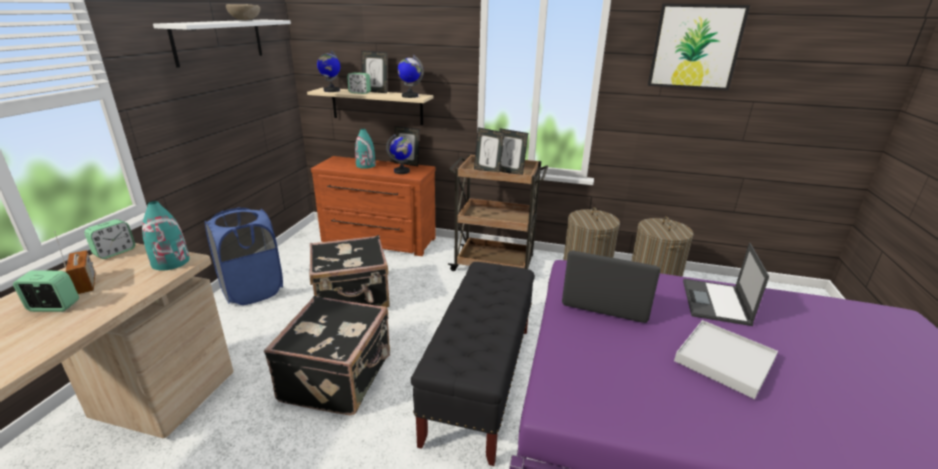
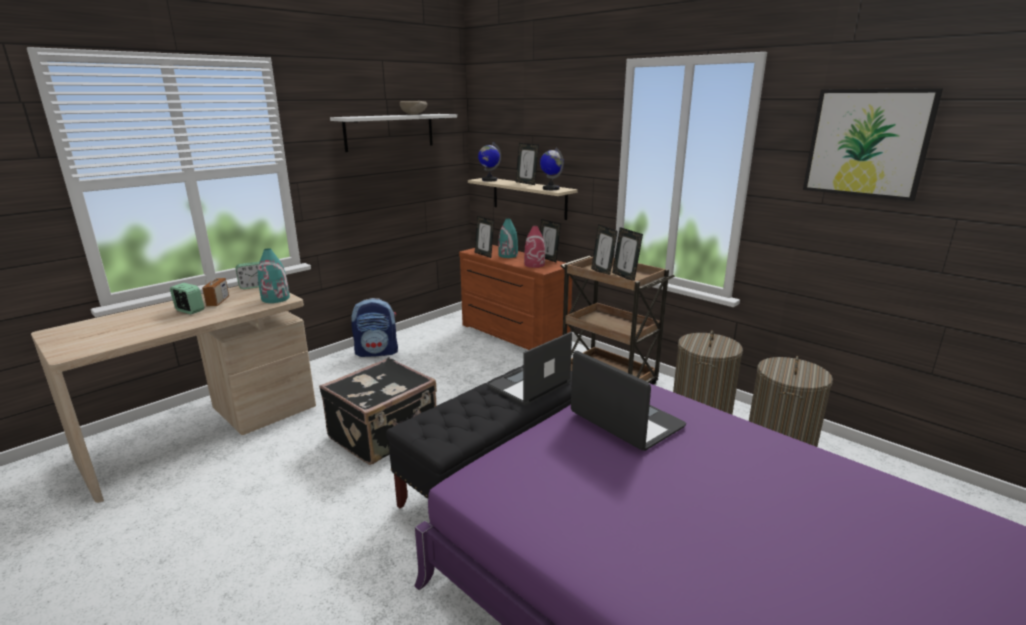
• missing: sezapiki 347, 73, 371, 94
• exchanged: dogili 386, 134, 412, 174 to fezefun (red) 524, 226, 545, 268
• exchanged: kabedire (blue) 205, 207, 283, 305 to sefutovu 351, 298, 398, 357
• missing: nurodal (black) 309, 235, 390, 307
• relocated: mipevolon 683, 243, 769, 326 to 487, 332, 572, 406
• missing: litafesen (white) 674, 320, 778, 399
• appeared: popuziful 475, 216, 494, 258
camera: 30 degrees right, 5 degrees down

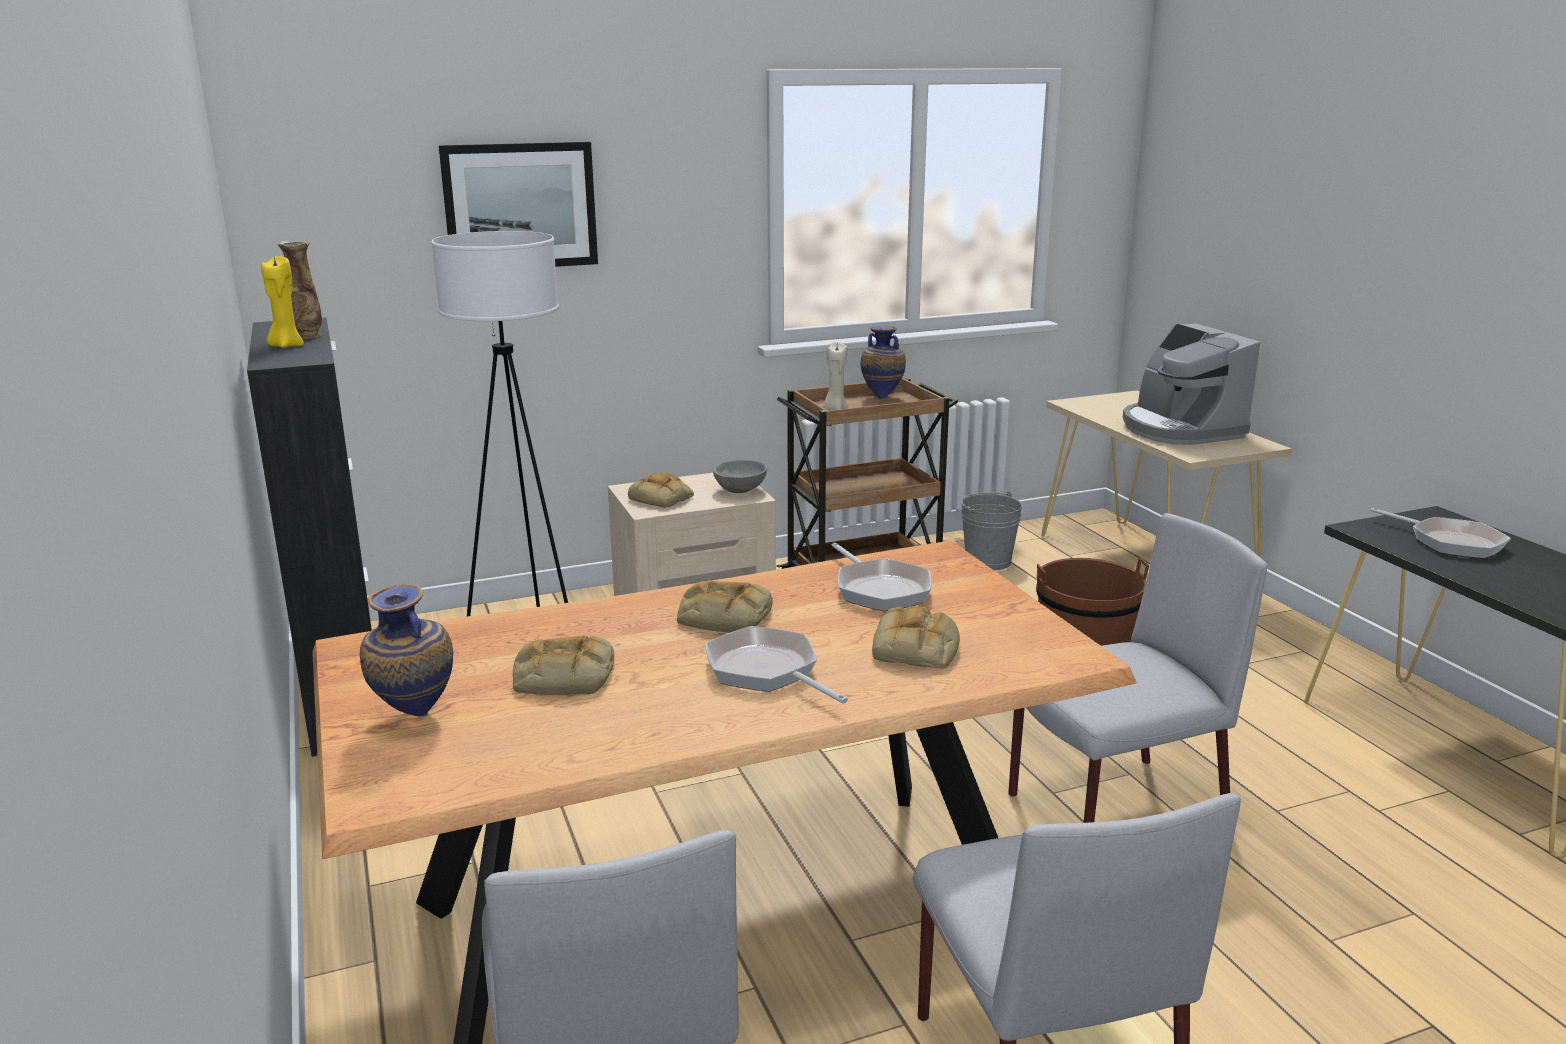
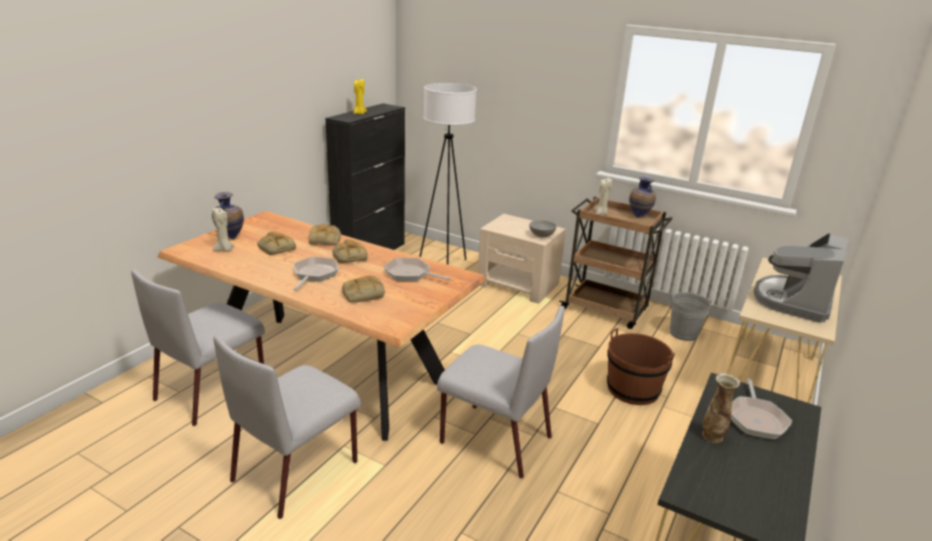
• missing: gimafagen 439, 142, 598, 267
• relocated: fezefun 277, 240, 322, 339 to 702, 373, 740, 443
• relocated: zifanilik 628, 472, 694, 508 to 309, 224, 341, 245
• spun: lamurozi 832, 543, 932, 611 = 383, 258, 451, 281 90 degrees clockwise
• appeared: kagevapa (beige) 212, 208, 234, 252
camera: 50 degrees right, 5 degrees up

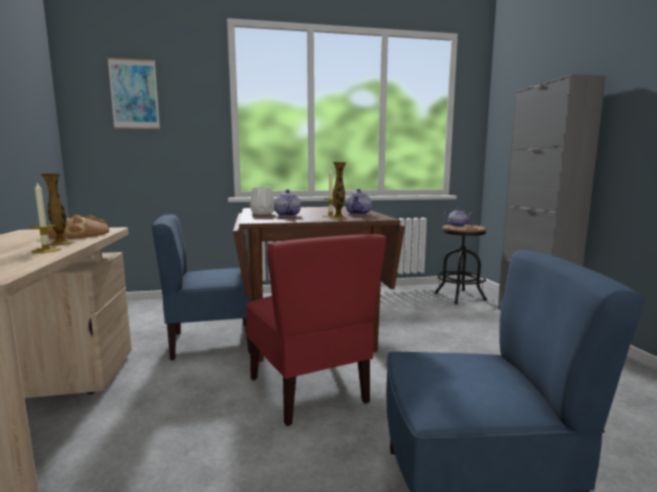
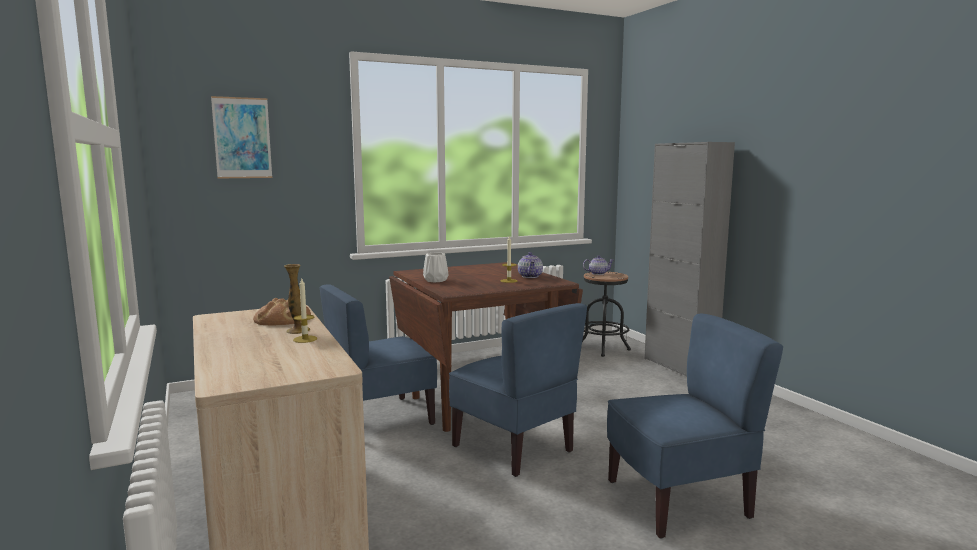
• missing: fezefun 329, 162, 348, 220
• missing: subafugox 274, 190, 301, 216
• colour: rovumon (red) 246, 234, 386, 426 to rovumon (blue) 449, 303, 587, 477
camera: 15 degrees left, 0 degrees up

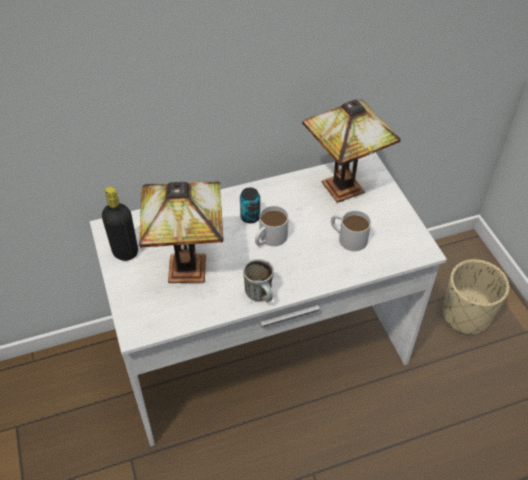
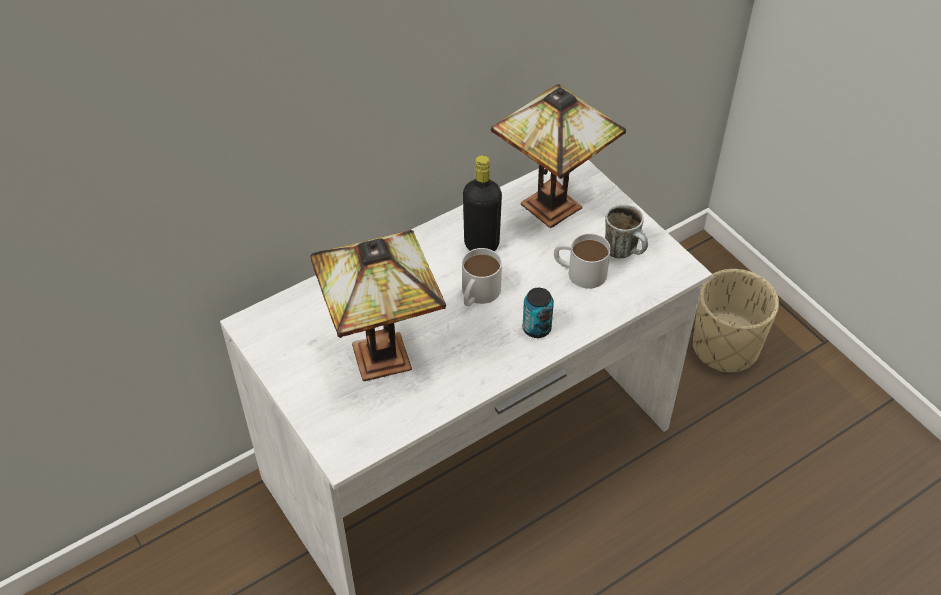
• relocated: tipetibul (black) 102, 186, 138, 261 to 463, 155, 502, 251
• relocated: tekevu 240, 188, 260, 223 to 523, 288, 554, 338
• relocated: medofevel 243, 259, 274, 302 to 605, 204, 648, 258
camera: 15 degrees left, 0 degrees up

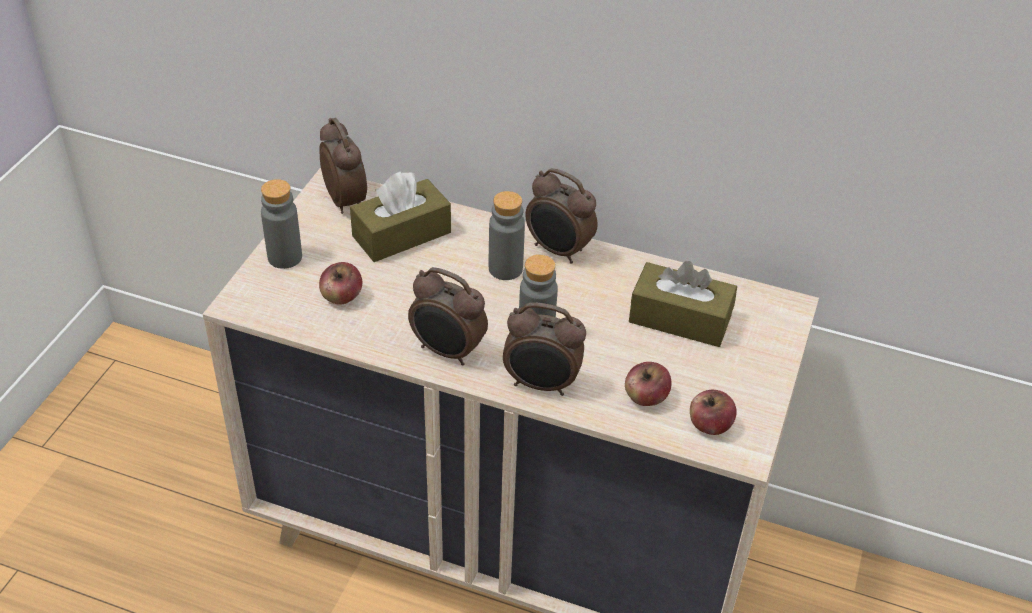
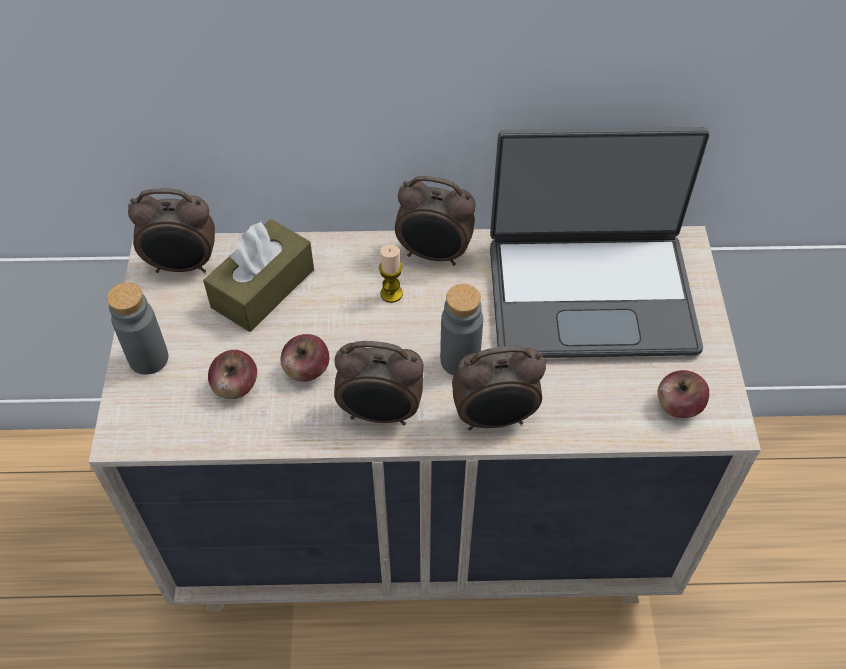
• spun: sezapiki 319, 118, 367, 214 = 128, 188, 215, 273 135 degrees clockwise
• exchanged: tipetibul (grey) 489, 191, 525, 280 to kagevapa 379, 245, 403, 303
• exchanged: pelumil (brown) 629, 261, 737, 347 to mipevolon 490, 127, 709, 358
• relocated: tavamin 625, 362, 671, 406 to 281, 334, 329, 382
camera: 20 degrees left, 10 degrees up

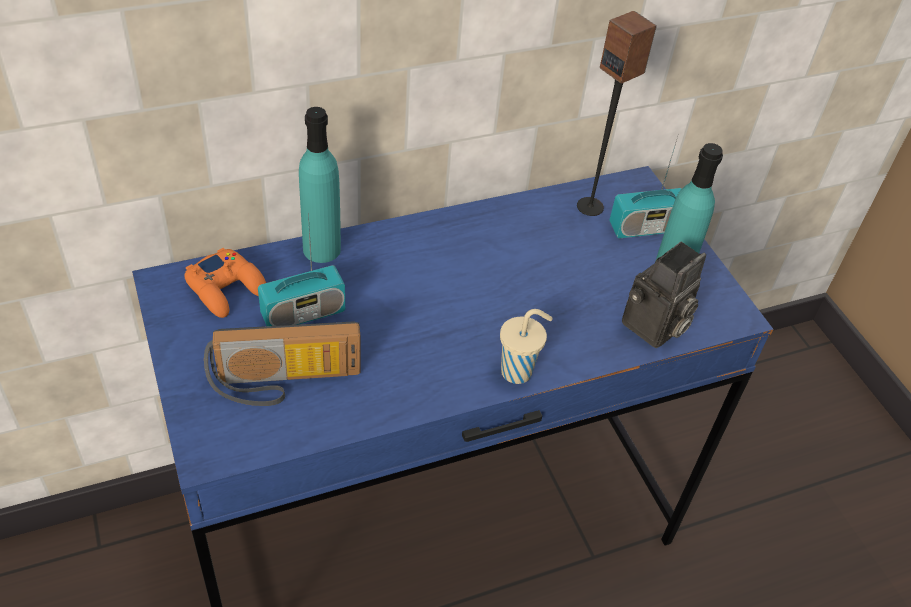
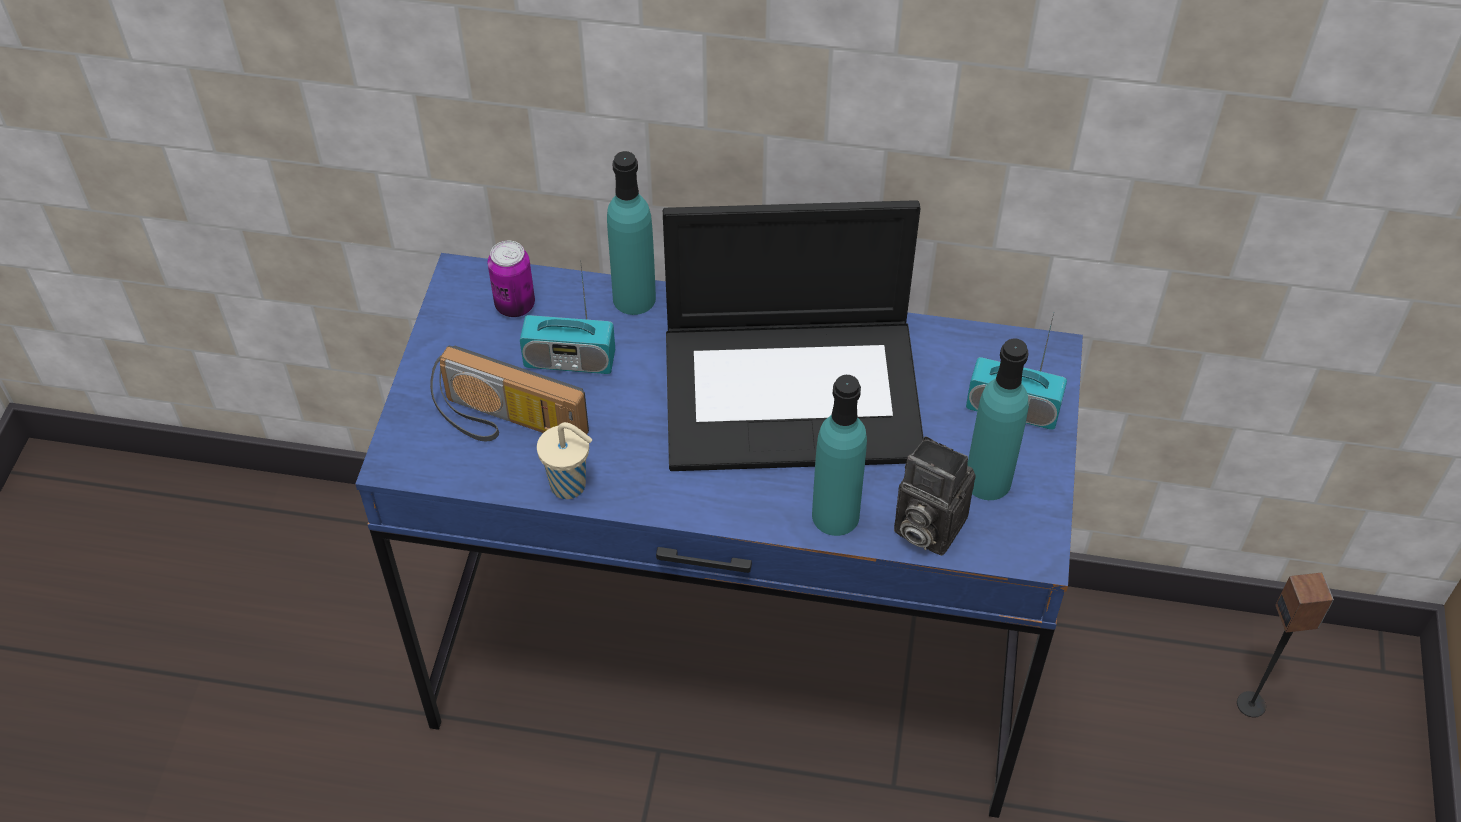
• relocated: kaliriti 577, 11, 657, 216 to 1237, 573, 1334, 718
• spun: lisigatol 622, 241, 706, 348 = 894, 436, 975, 556 45 degrees clockwise
• exchanged: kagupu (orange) 184, 248, 266, 318 to tekevu 488, 241, 535, 317
• relocated: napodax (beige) 500, 309, 553, 384 to 537, 422, 592, 499
• appeared: mipevolon 663, 200, 924, 471
• appeared: tipetibul (turquoise) 812, 375, 867, 536
camera: 35 degrees right, 5 degrees up

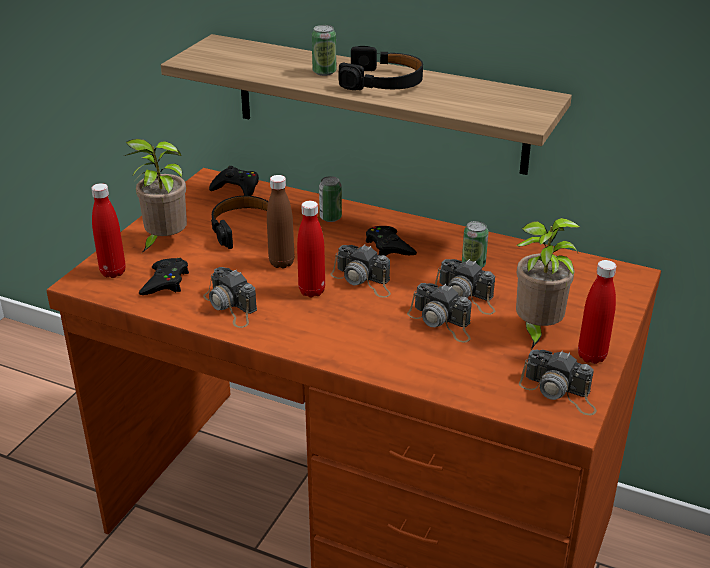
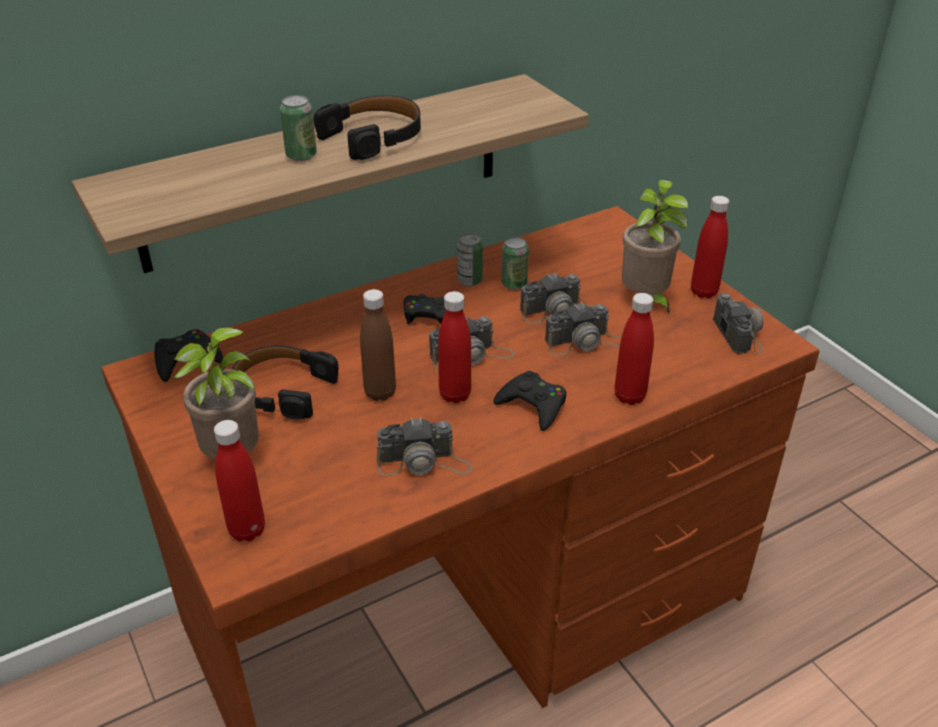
• relocated: tekevu 319, 176, 342, 222 to 457, 233, 483, 286
• relocated: kagupu (black) 139, 258, 189, 295 to 494, 371, 566, 431
• spun: lisigatol 519, 350, 597, 415 = 713, 293, 763, 354 75 degrees counterclockwise
• appeared: tipetibul (red) 615, 293, 654, 405
camera: 55 degrees left, 5 degrees up

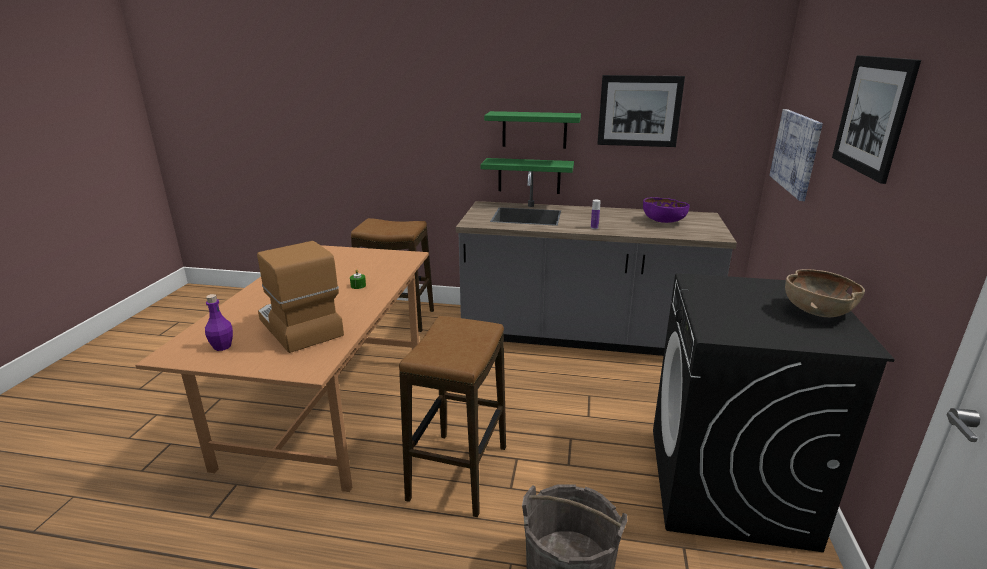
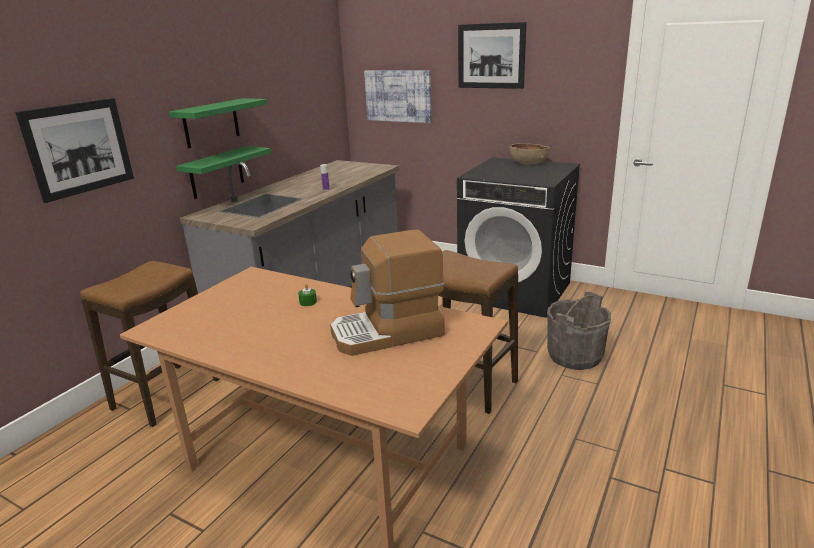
• relocated: gimafagen 597, 75, 685, 147 to 15, 98, 134, 203
• missing: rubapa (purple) 643, 197, 690, 223
• missing: tipetibul (purple) 205, 294, 233, 351
camera: 70 degrees left, 0 degrees up

